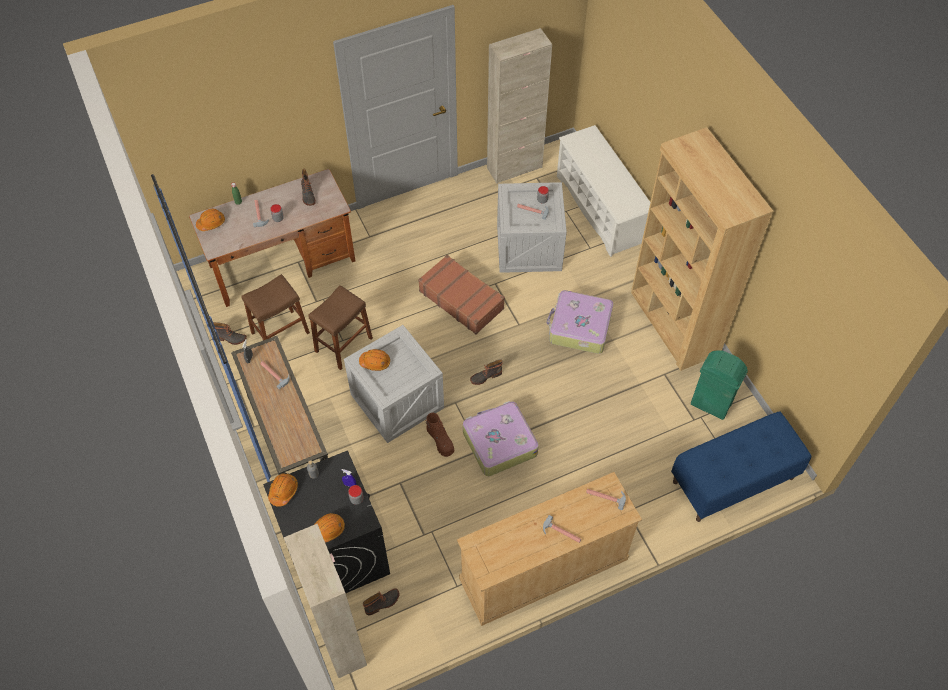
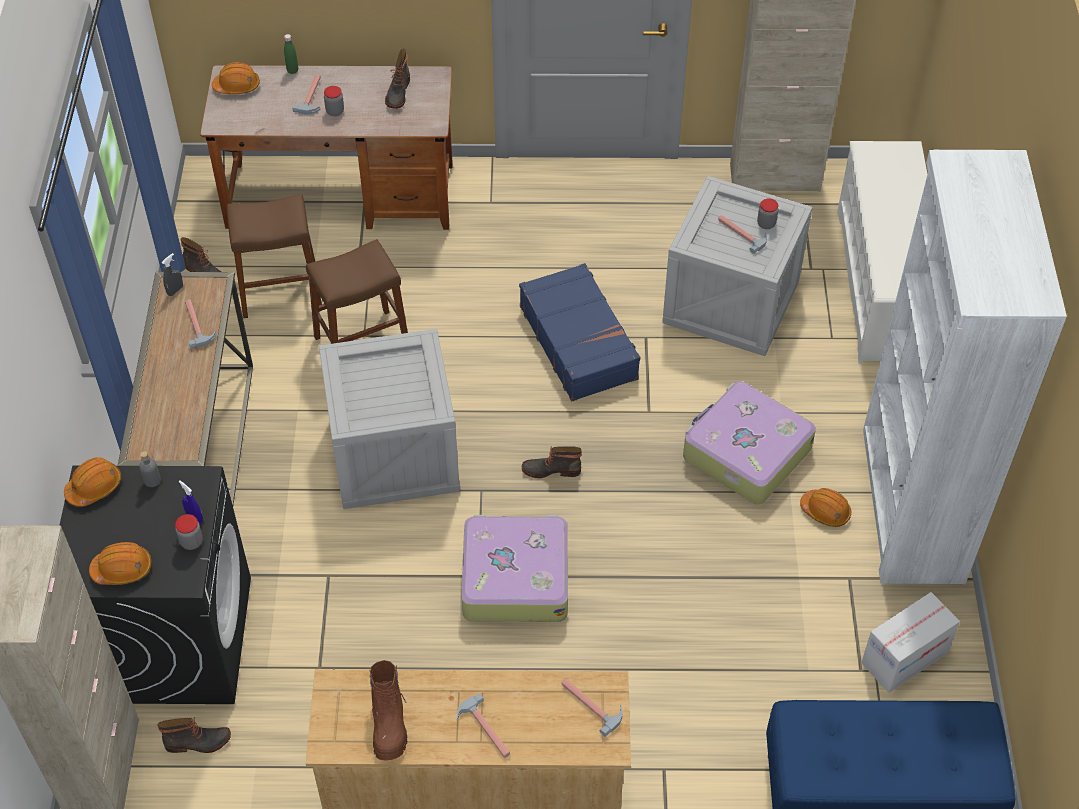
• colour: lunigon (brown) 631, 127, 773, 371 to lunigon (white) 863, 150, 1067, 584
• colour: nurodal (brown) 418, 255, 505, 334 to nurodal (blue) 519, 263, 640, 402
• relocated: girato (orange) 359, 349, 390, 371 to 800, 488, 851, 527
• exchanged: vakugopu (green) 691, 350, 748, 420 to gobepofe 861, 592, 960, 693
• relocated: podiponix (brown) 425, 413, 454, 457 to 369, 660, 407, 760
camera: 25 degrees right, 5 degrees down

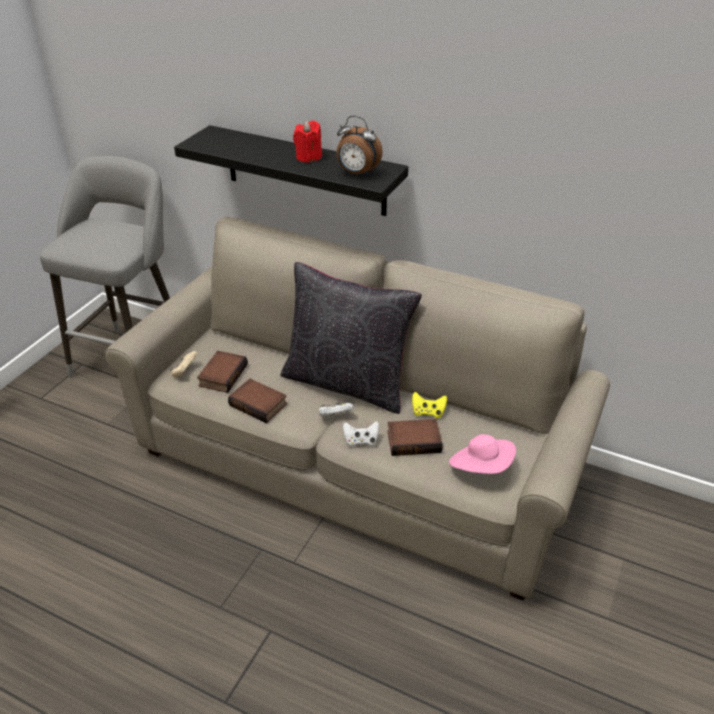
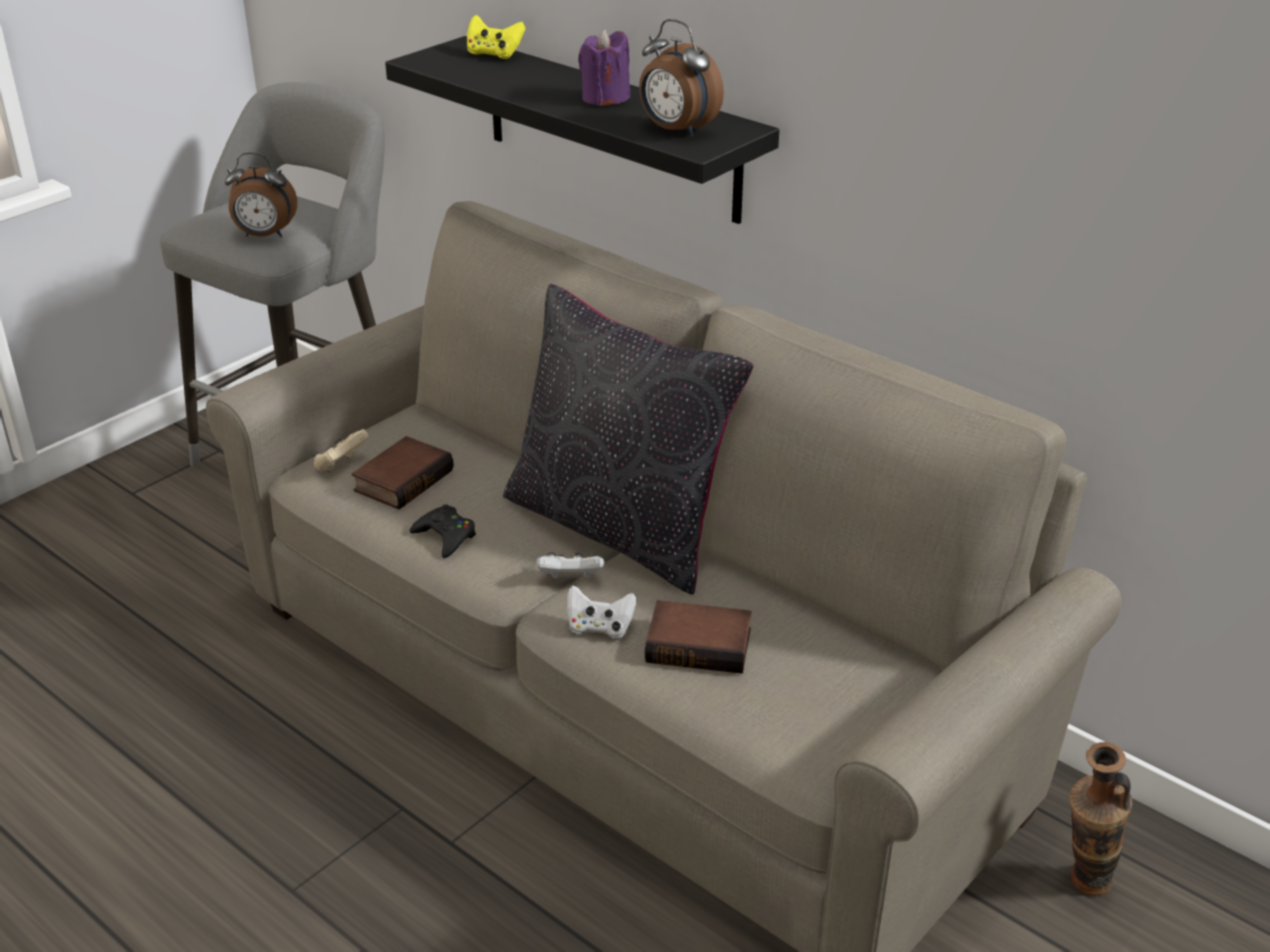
• colour: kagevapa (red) 293, 121, 322, 163 to kagevapa (purple) 578, 29, 630, 106
• exchanged: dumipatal 228, 379, 287, 423 to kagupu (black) 410, 504, 476, 558
• relocated: kagupu (yellow) 412, 392, 447, 418 to 467, 15, 525, 59
• missing: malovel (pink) 449, 434, 516, 474
• appeared: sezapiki 225, 152, 297, 238
• appeared: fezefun 1070, 742, 1132, 896
camera: 15 degrees right, 5 degrees down

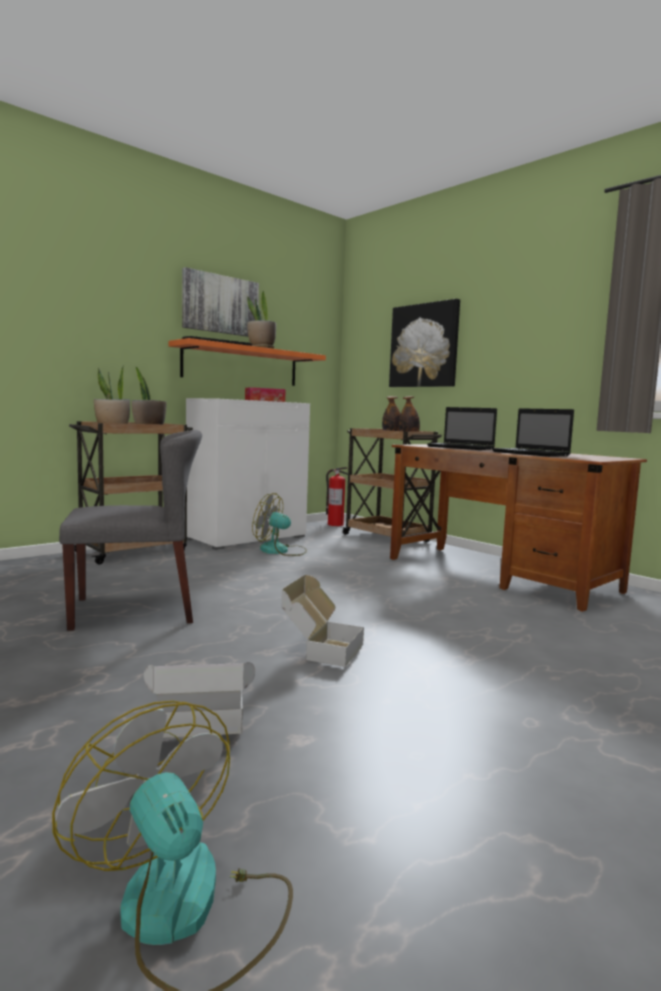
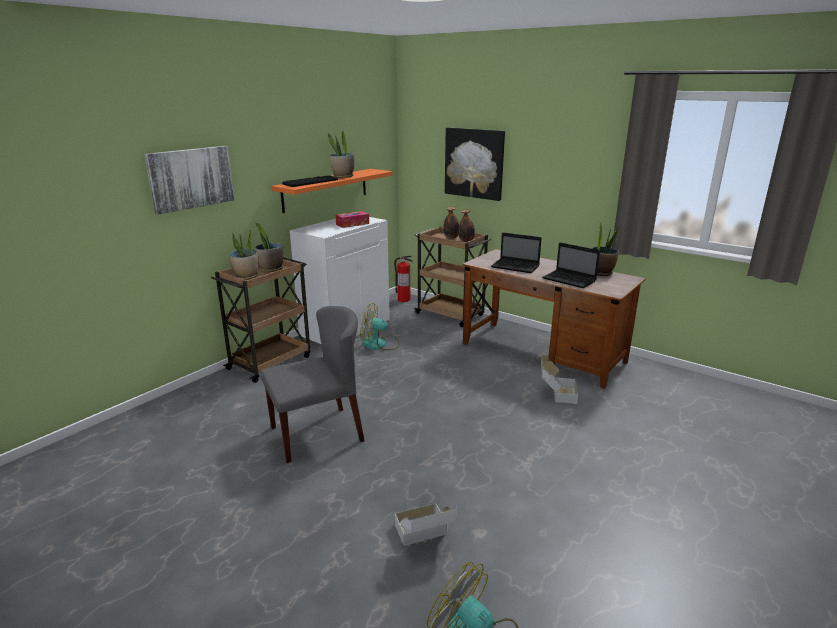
• relocated: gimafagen 182, 267, 259, 337 to 144, 146, 235, 215
• relocated: gobepofe 281, 575, 364, 667 to 541, 355, 578, 404
• appeared: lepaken 591, 222, 619, 276
camera: 10 degrees left, 15 degrees up

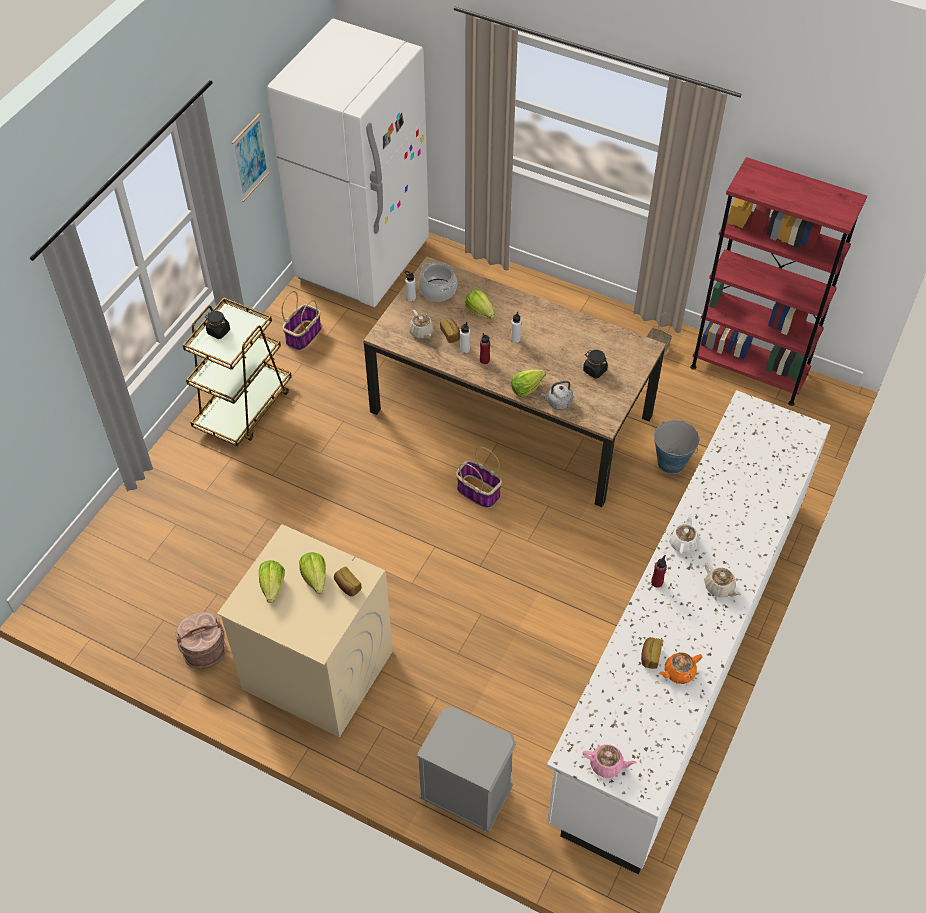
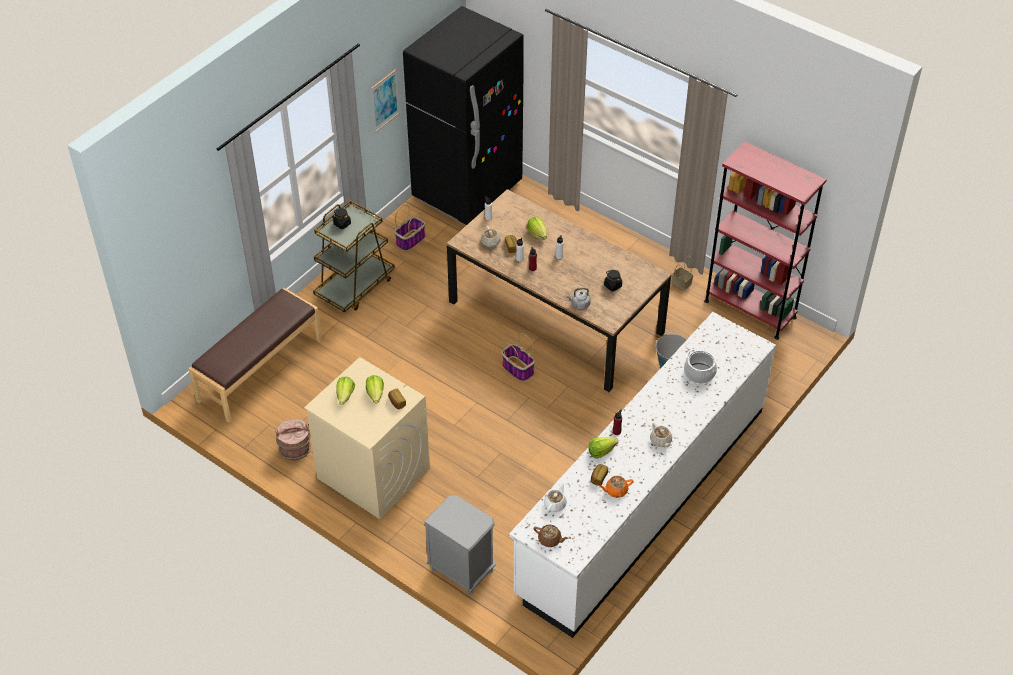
• colour: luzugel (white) 267, 19, 429, 307 to luzugel (black) 403, 6, 524, 225
• relocated: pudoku 419, 262, 457, 302 to 684, 350, 717, 384
• relocated: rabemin 511, 369, 545, 397 to 588, 437, 618, 459
• relocated: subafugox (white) 669, 513, 699, 555 to 544, 482, 567, 513
• colour: subafugox (pink) 583, 744, 637, 778 to subafugox (brown) 534, 525, 569, 547
• appeared: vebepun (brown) 188, 288, 322, 423
camera: 10 degrees right, 5 degrees down

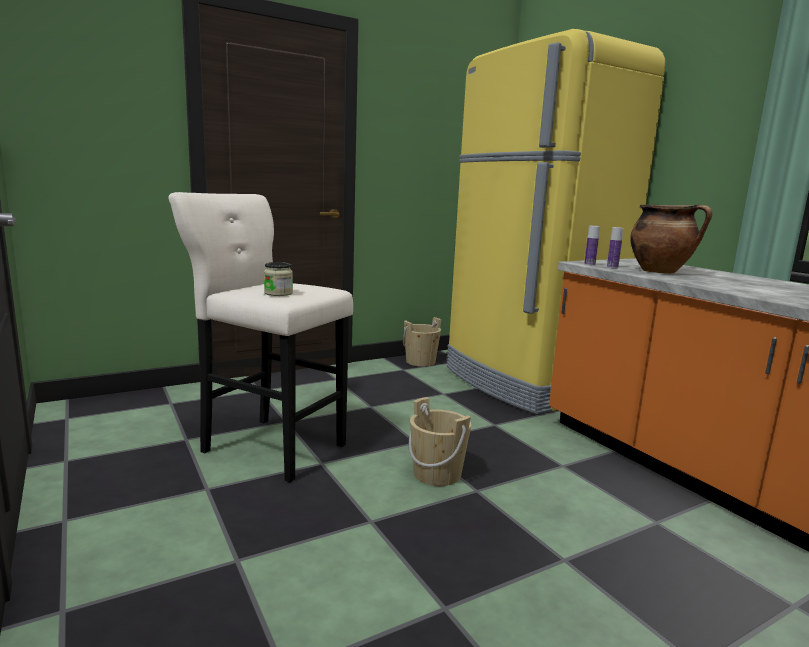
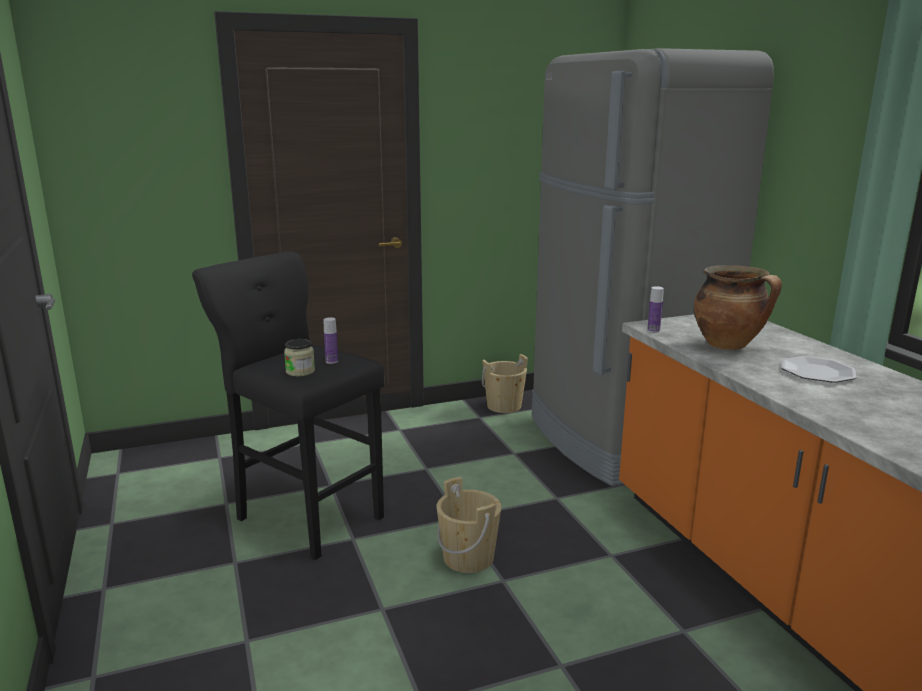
• colour: luzugel (yellow) 447, 29, 665, 415 to luzugel (grey) 532, 48, 774, 486
• colour: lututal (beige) 168, 192, 353, 483 to lututal (black) 192, 251, 385, 560
• relocated: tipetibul 607, 227, 623, 268 to 323, 317, 338, 364
• appeared: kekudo 781, 356, 857, 383
camera: 10 degrees right, 5 degrees up

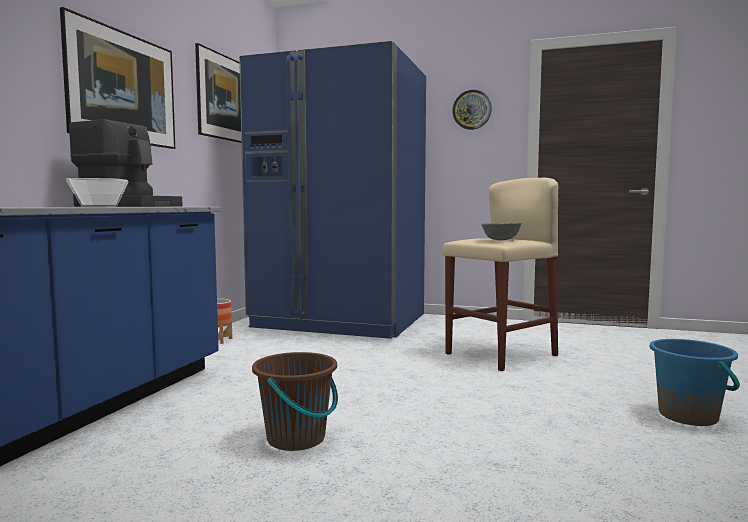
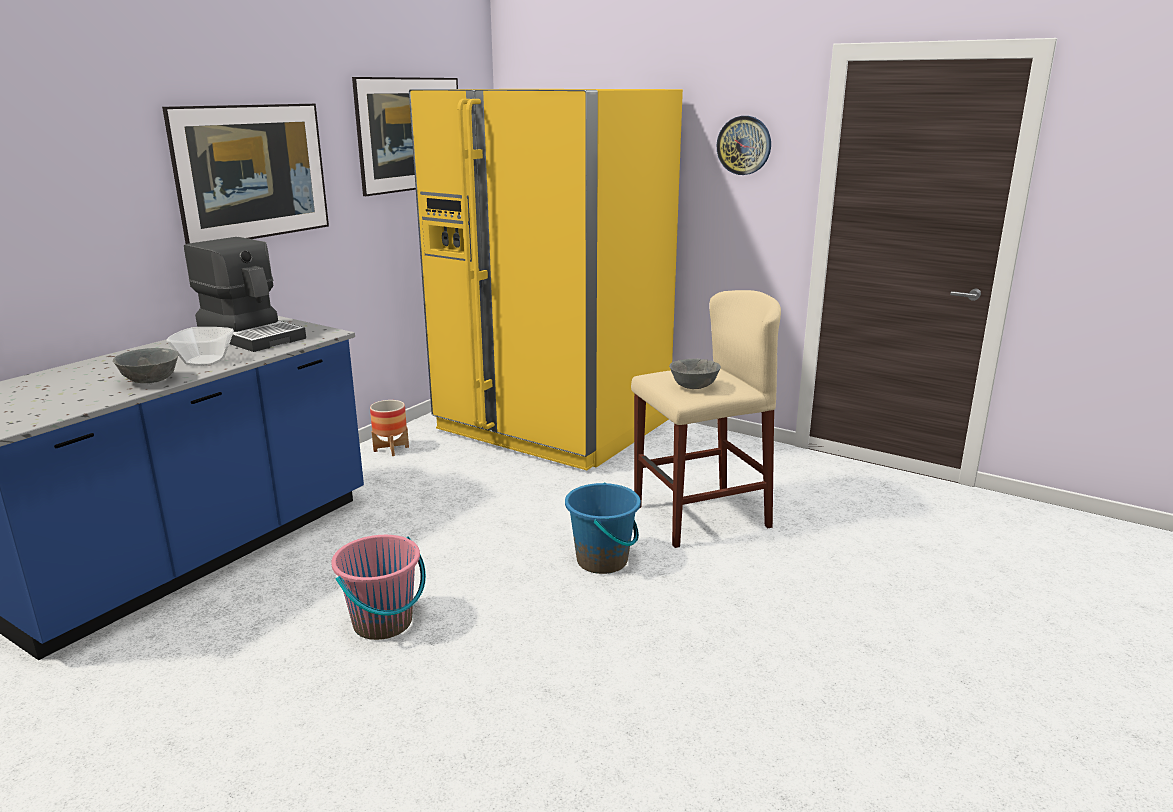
• colour: luzugel (blue) 239, 41, 426, 339 to luzugel (yellow) 409, 89, 683, 471
• relocated: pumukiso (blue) 650, 339, 740, 426 to 565, 482, 641, 574
• colour: pumukiso (brown) 252, 352, 338, 451 to pumukiso (pink) 331, 535, 426, 640
• appeared: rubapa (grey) 113, 348, 178, 383
camera: 15 degrees right, 15 degrees up

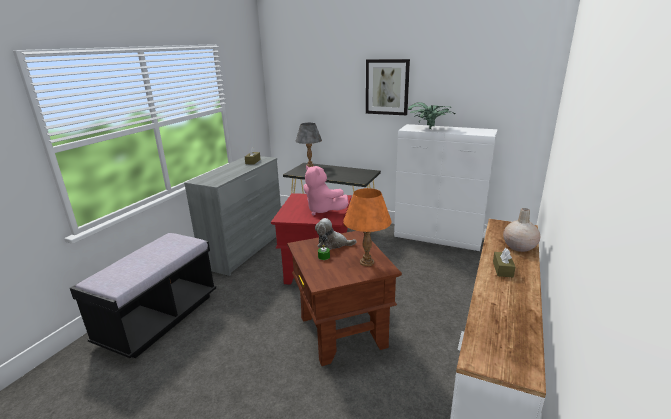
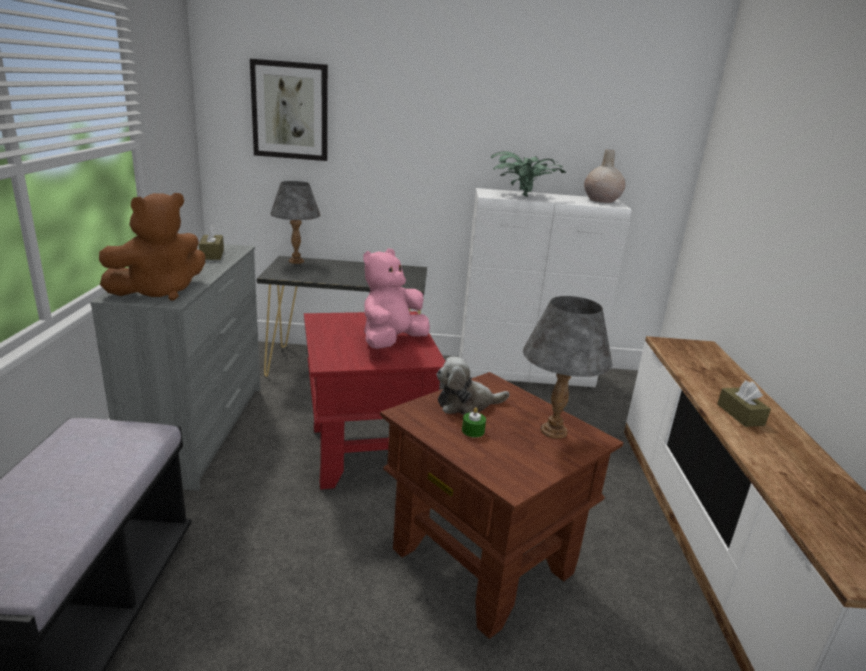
• relocated: gimafagen 366, 59, 410, 116 to 250, 59, 328, 161
• spun: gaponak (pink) 303, 166, 348, 215 = 363, 248, 430, 349 105 degrees clockwise
• colour: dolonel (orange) 343, 188, 392, 266 to dolonel (grey) 523, 296, 612, 439
• relocated: fezefun (beige) 503, 208, 540, 252 to 584, 149, 625, 203
• appeared: gaponak (brown) 99, 193, 205, 301
camera: 25 degrees left, 0 degrees up

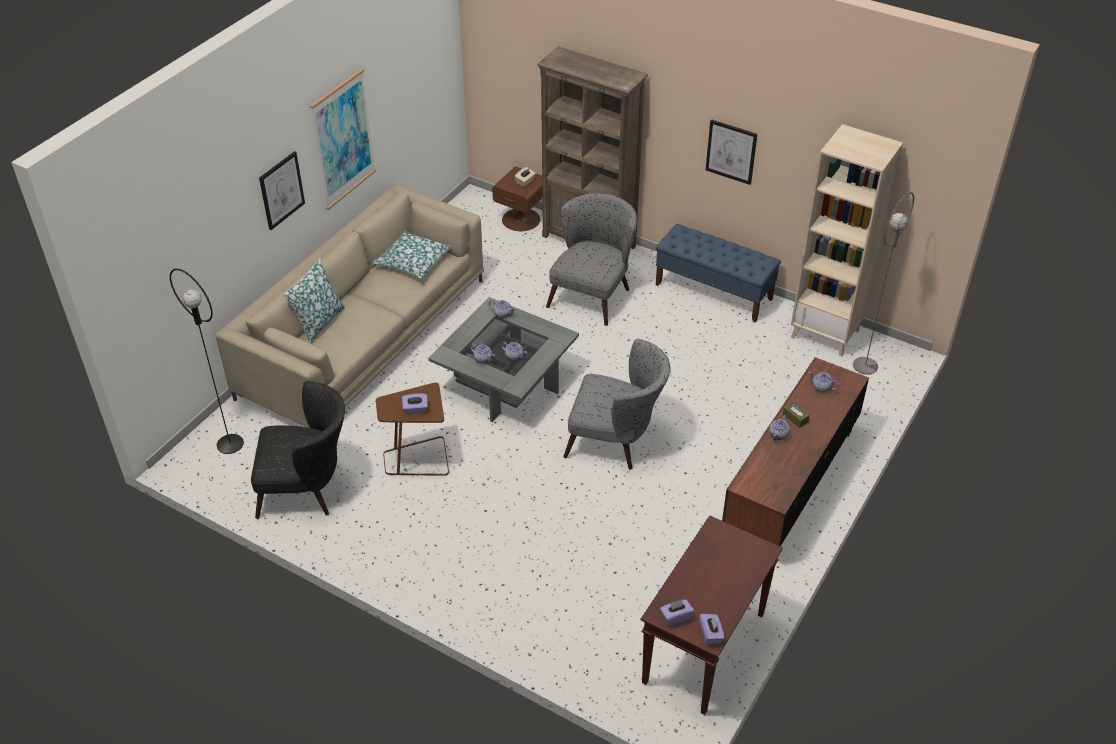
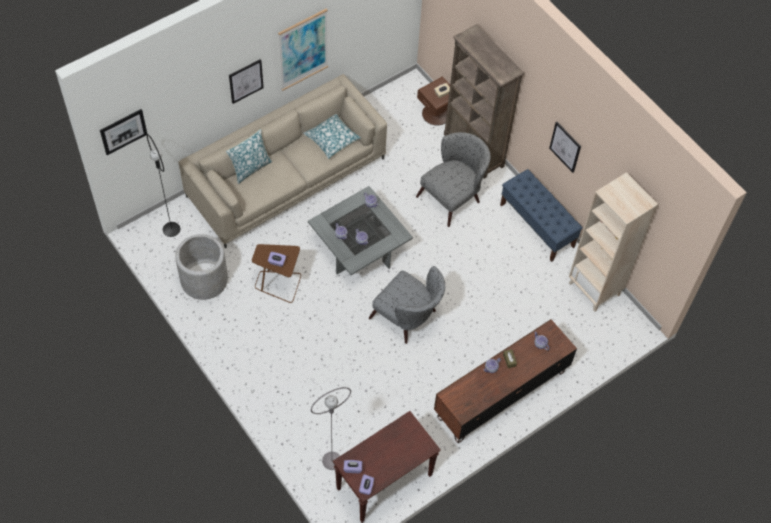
• relocated: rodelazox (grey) 853, 192, 914, 375 to 311, 387, 351, 470
• exchanged: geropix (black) 251, 381, 345, 519 to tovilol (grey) 175, 234, 228, 300
• appeared: gimafagen 100, 109, 147, 155
camera: 20 degrees right, 15 degrees up

